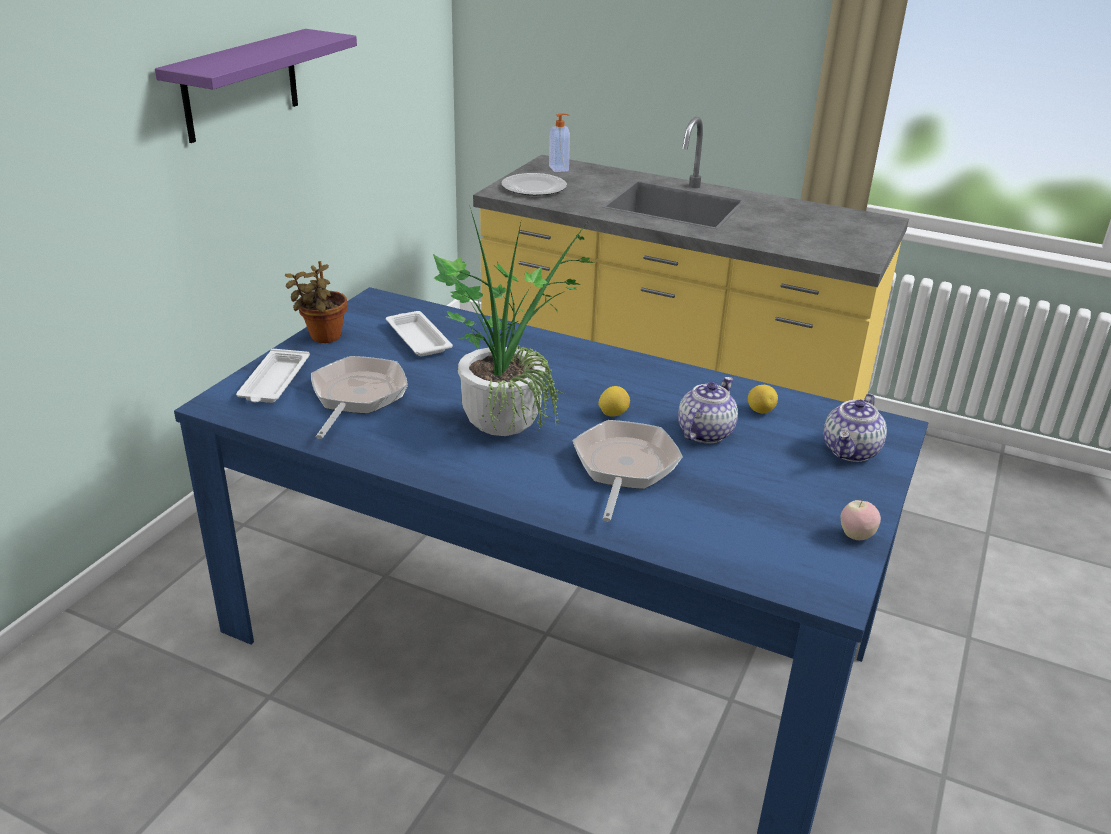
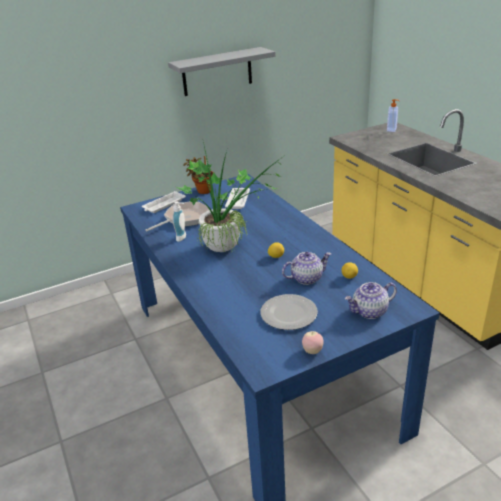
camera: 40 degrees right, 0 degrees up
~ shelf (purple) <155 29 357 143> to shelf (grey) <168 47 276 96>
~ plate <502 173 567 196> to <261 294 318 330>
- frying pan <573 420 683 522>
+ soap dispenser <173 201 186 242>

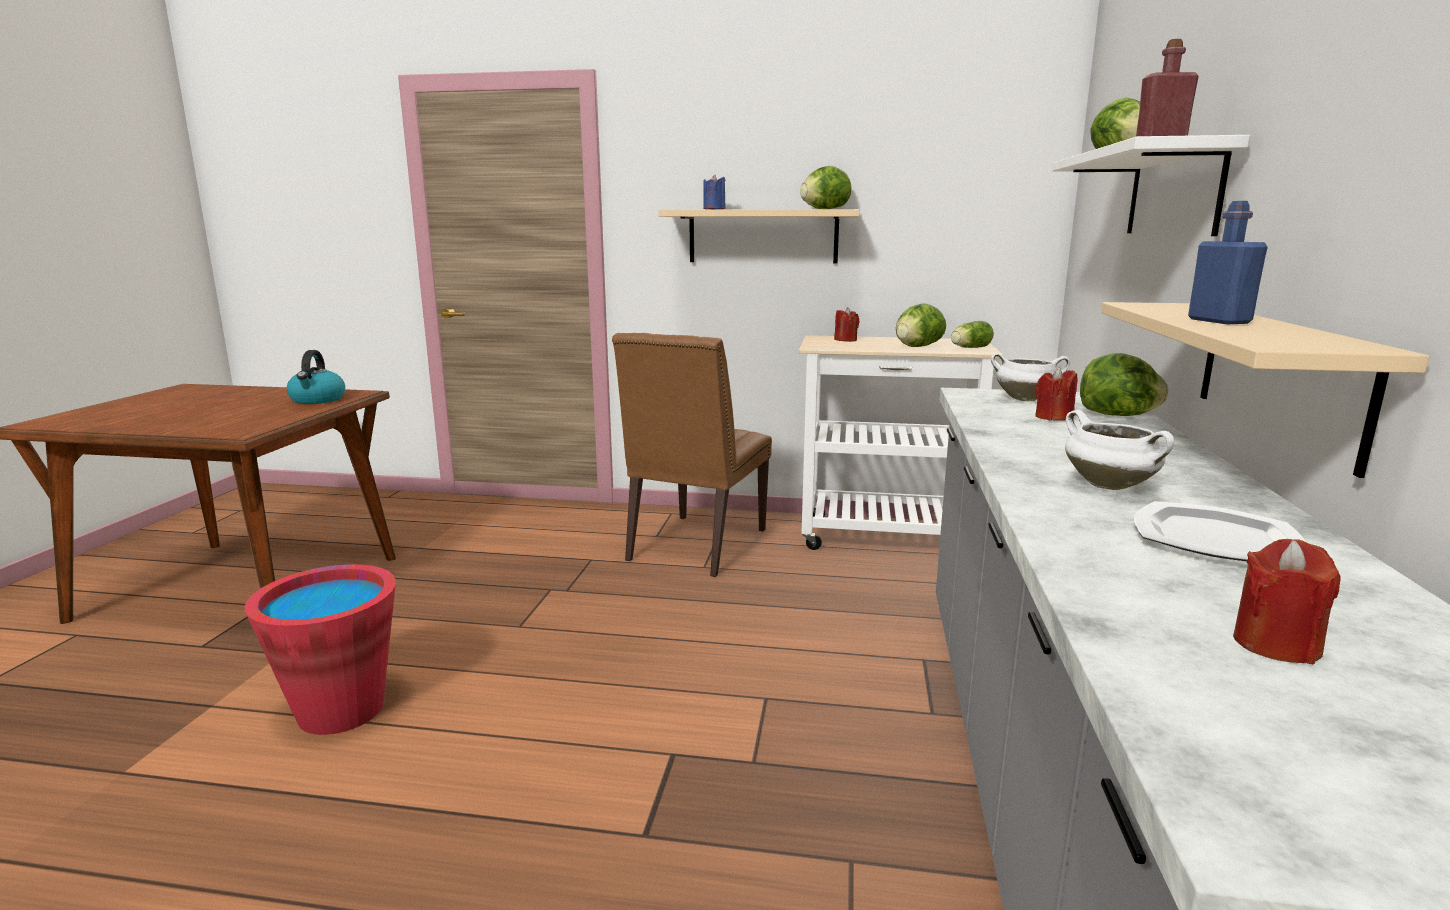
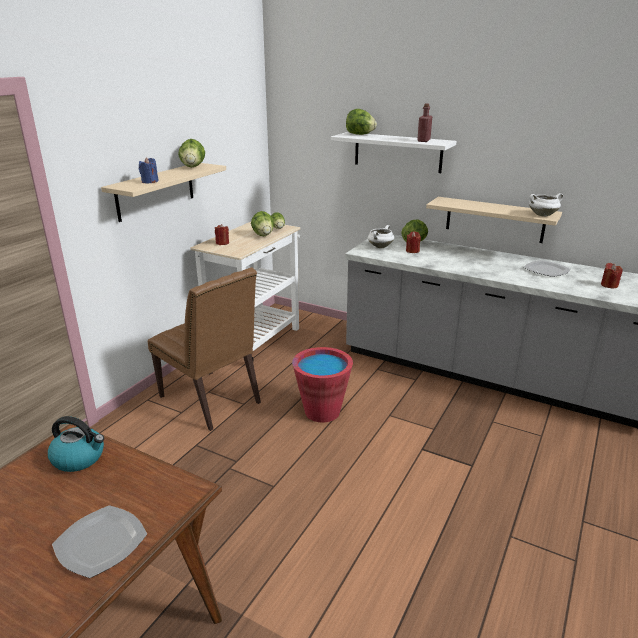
camera: 70 degrees left, 10 degrees up
- bottle (blue) <1188 201 1268 324>
~ cooking pot (white) <1065 410 1174 490> to <529 193 563 217>
~ bucket (red) <245 564 396 735> to <292 347 353 422>
+ plate <52 505 147 578>

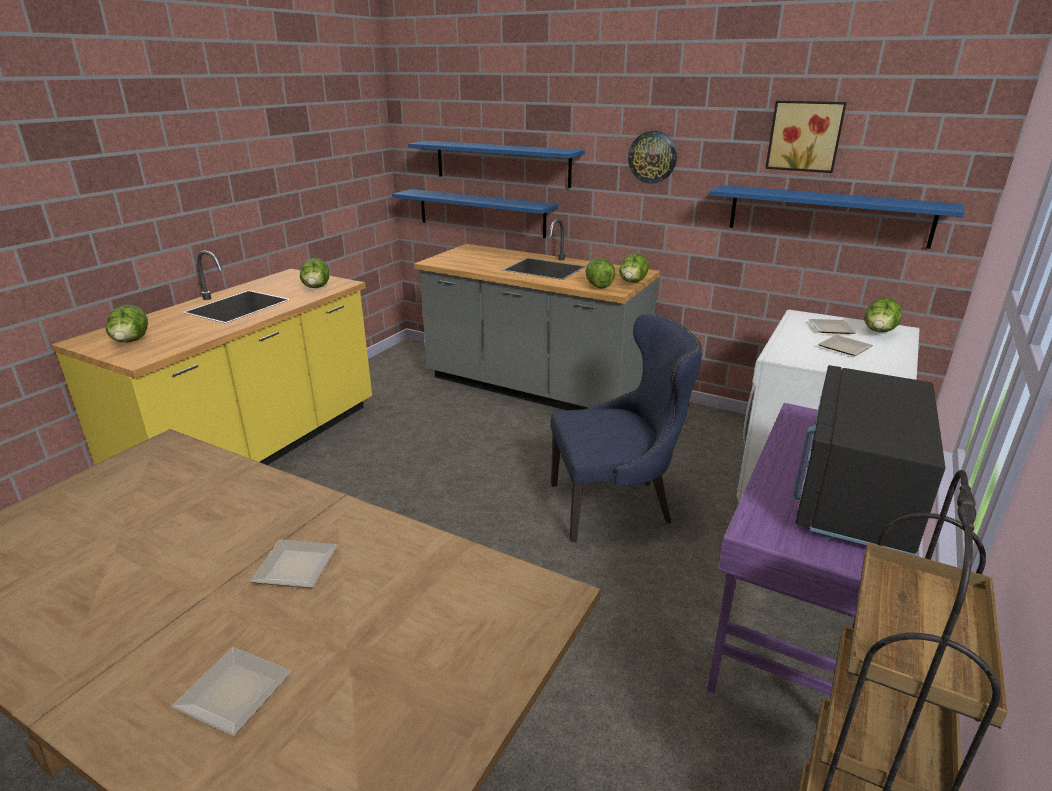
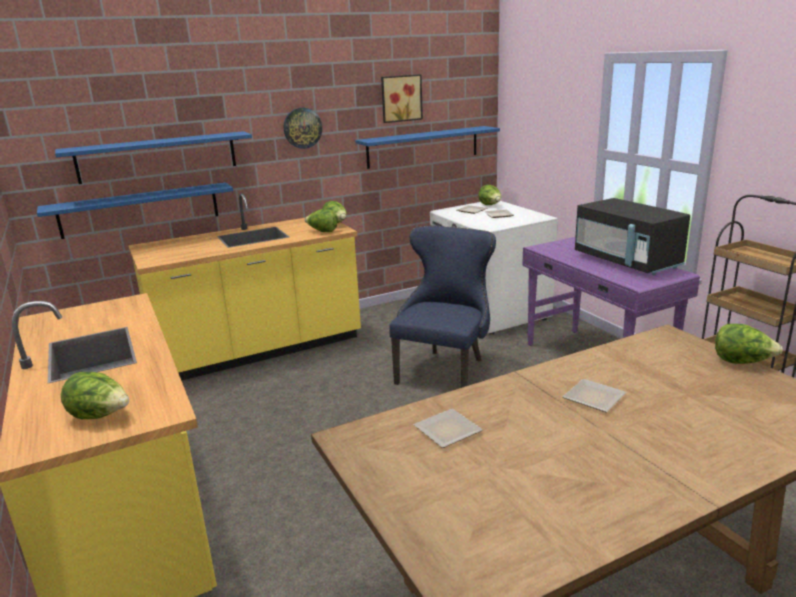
camera: 55 degrees left, 5 degrees down
~ counter (grey) <414 219 660 411> to counter (yellow) <128 193 361 381>
~ lettuce <300 258 329 288> to <715 324 783 364>
~ plate <171 647 292 736> to <413 409 483 448>

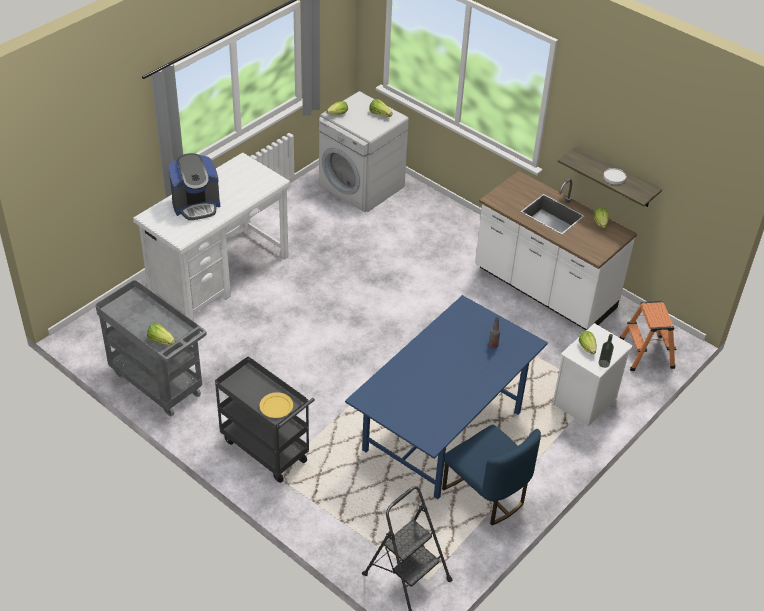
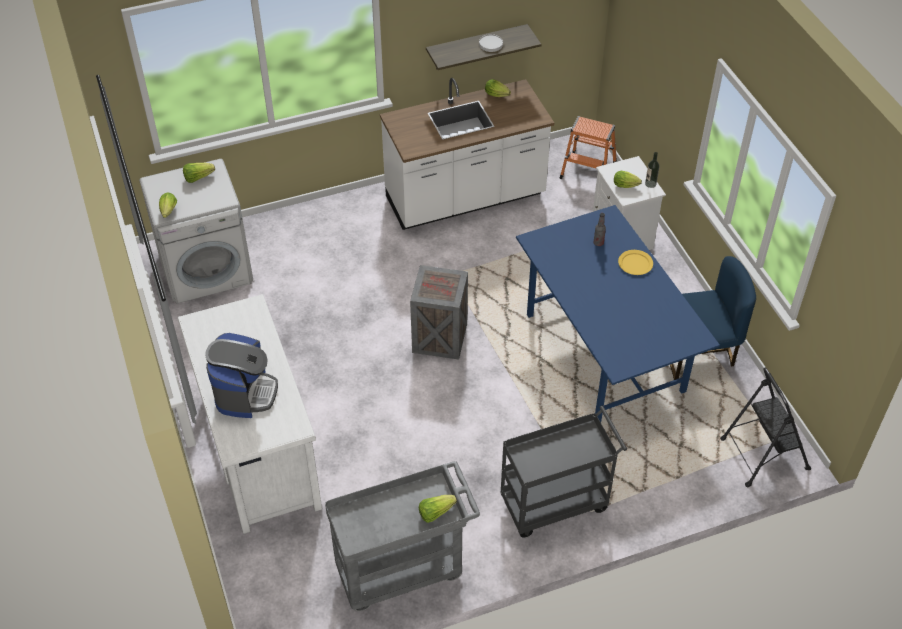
camera: 60 degrees left, 5 degrees up
~ plate (yellow) <259 392 293 418> to <618 250 653 275>
+ crate <410 265 468 360>

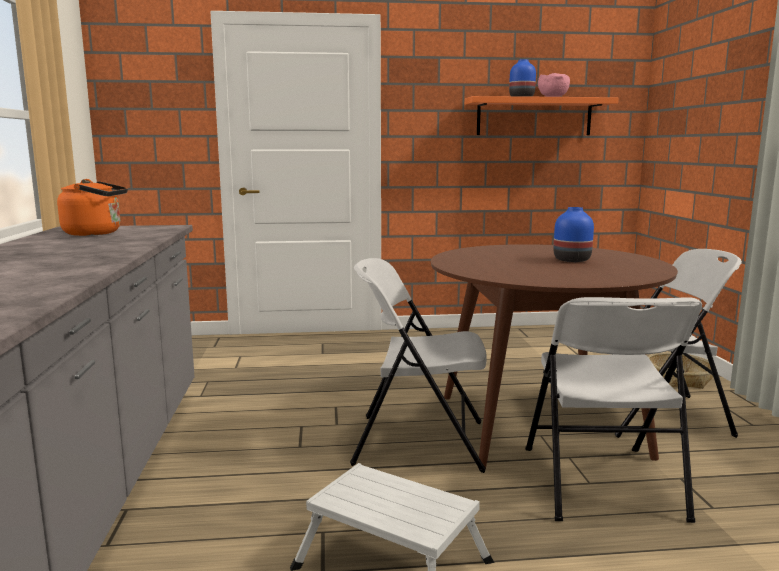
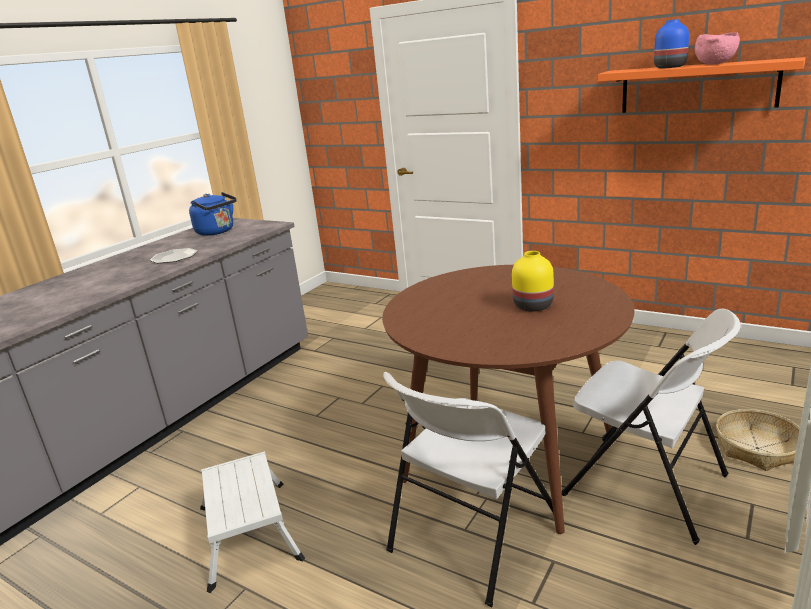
camera: 40 degrees right, 10 degrees up
~ kettle (orange) <57 179 128 236> to kettle (blue) <189 192 237 236>
~ vase (blue) <554 207 594 262> to vase (yellow) <512 251 554 312>
- chair (white) <350 258 486 473>
+ plate <150 248 198 263>

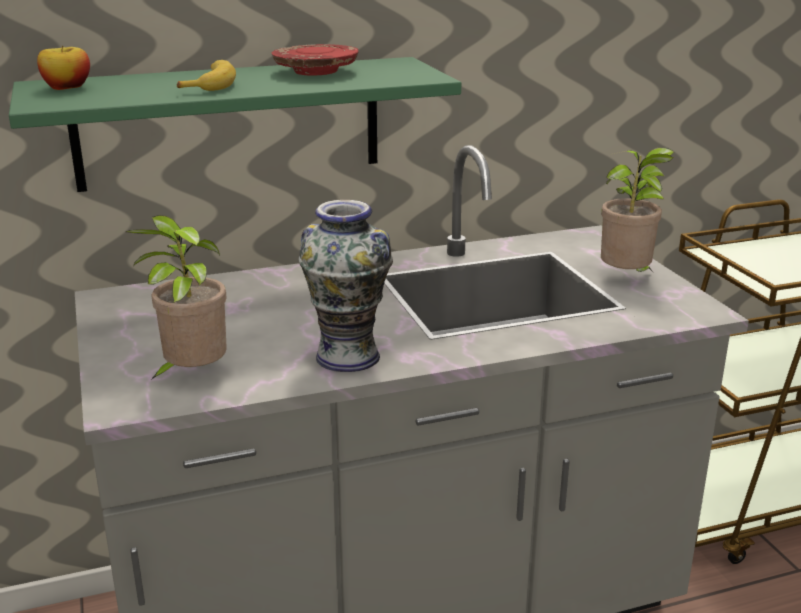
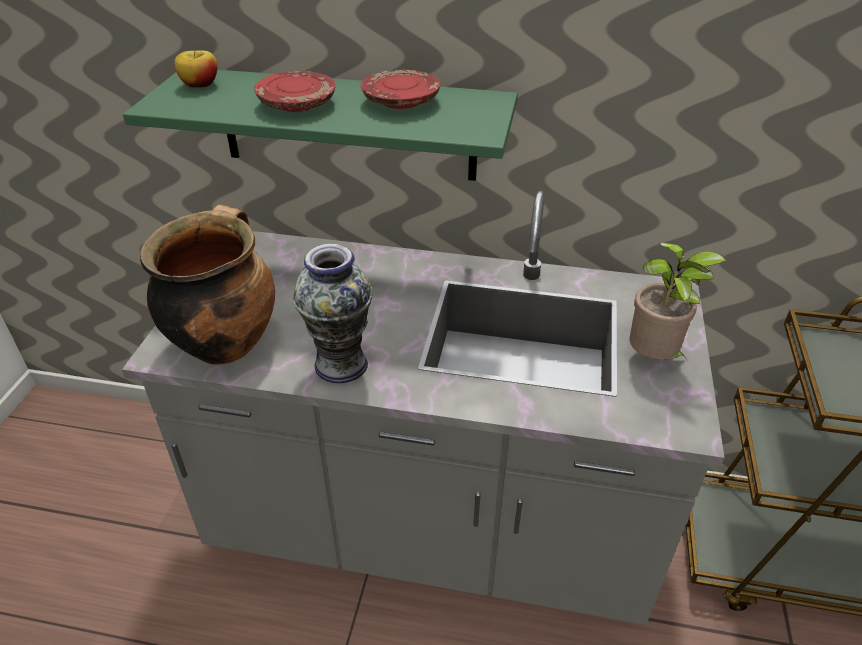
camera: 30 degrees right, 15 degrees up
~ banana <177 60 236 91> to plate (red) <254 71 336 112>
~ potted plant <126 215 227 381> to cooking pot <140 205 275 365>

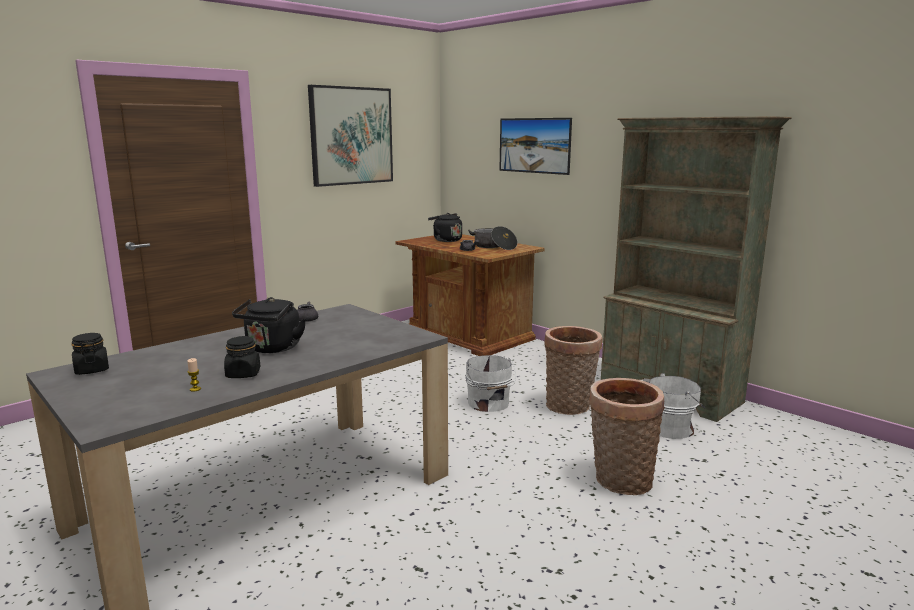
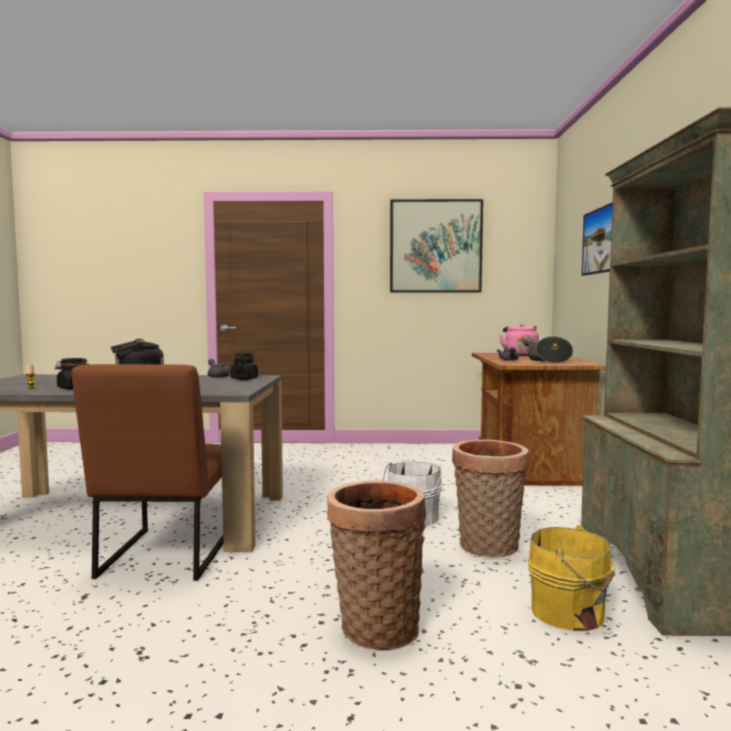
camera: 45 degrees right, 10 degrees down
~ kettle (black) <428 213 462 242> to kettle (pink) <499 324 539 356>
~ jar (black) <71 333 109 375> to <231 352 258 380>
~ bucket (white) <649 373 705 439> to bucket (yellow) <528 525 615 631>
+ chair (brown) <72 364 223 581>

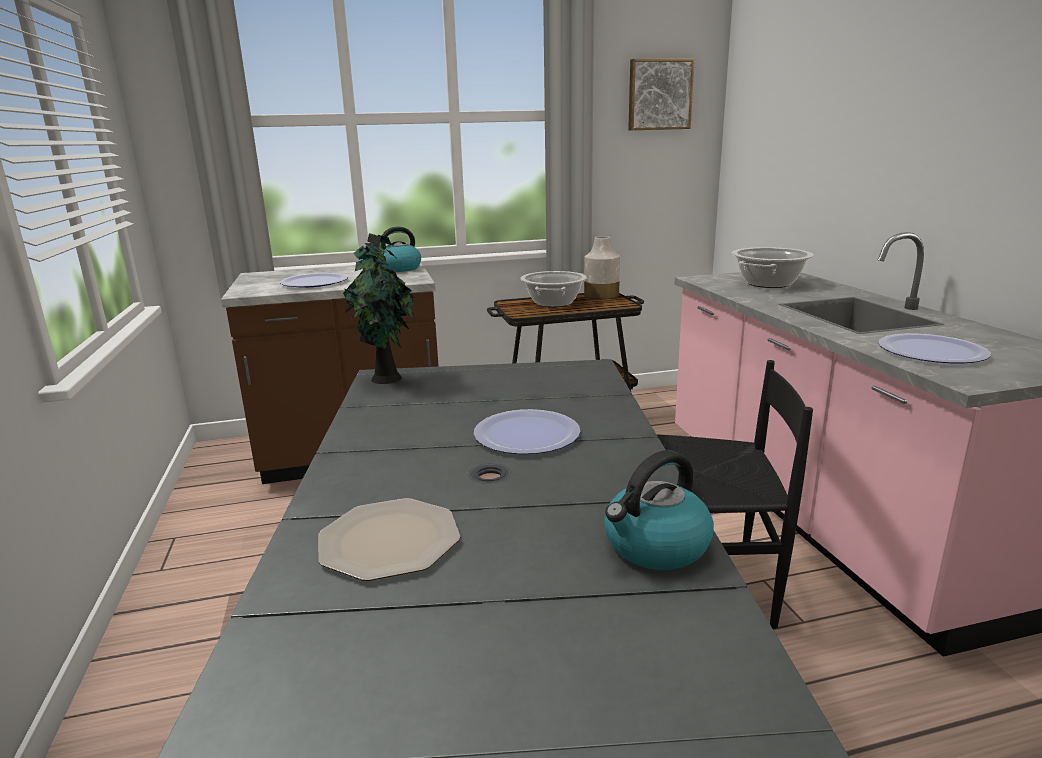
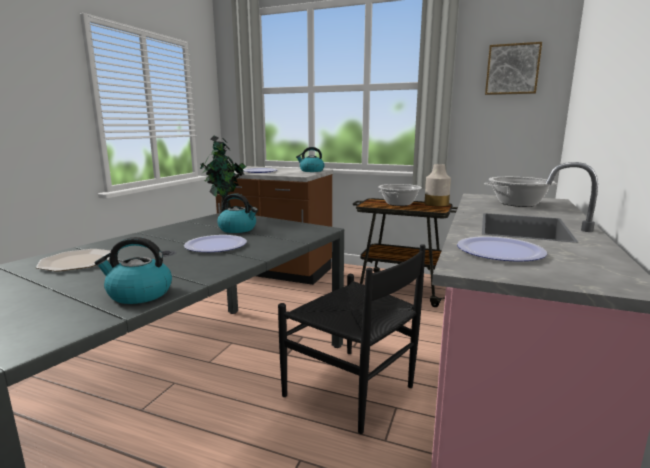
camera: 35 degrees right, 5 degrees down
+ kettle <217 193 258 233>

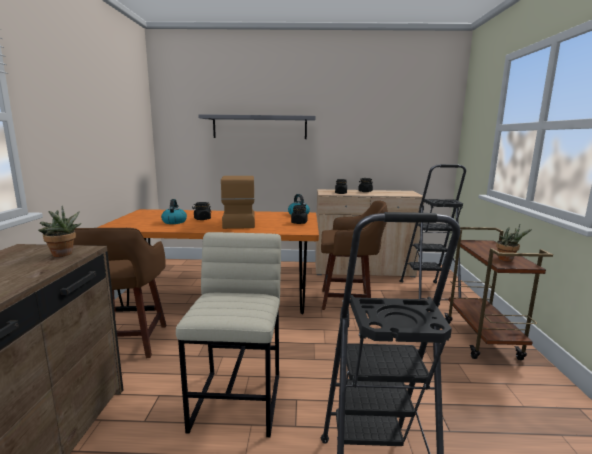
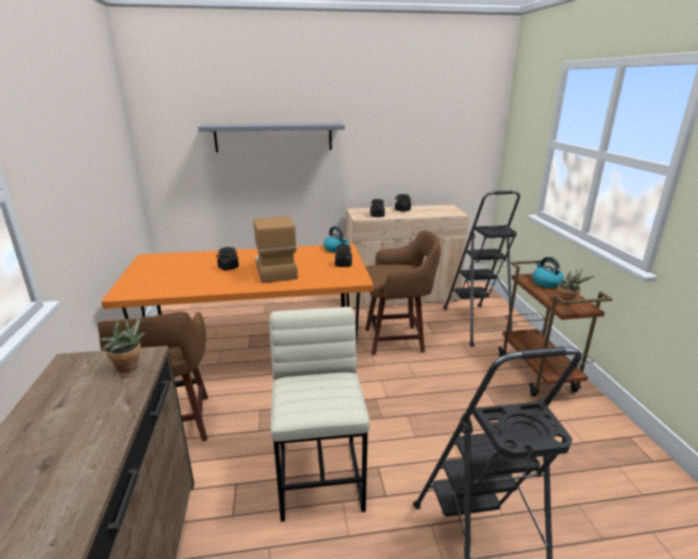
camera: 10 degrees left, 10 degrees up
~ kettle <161 199 187 224> to <532 257 564 288>

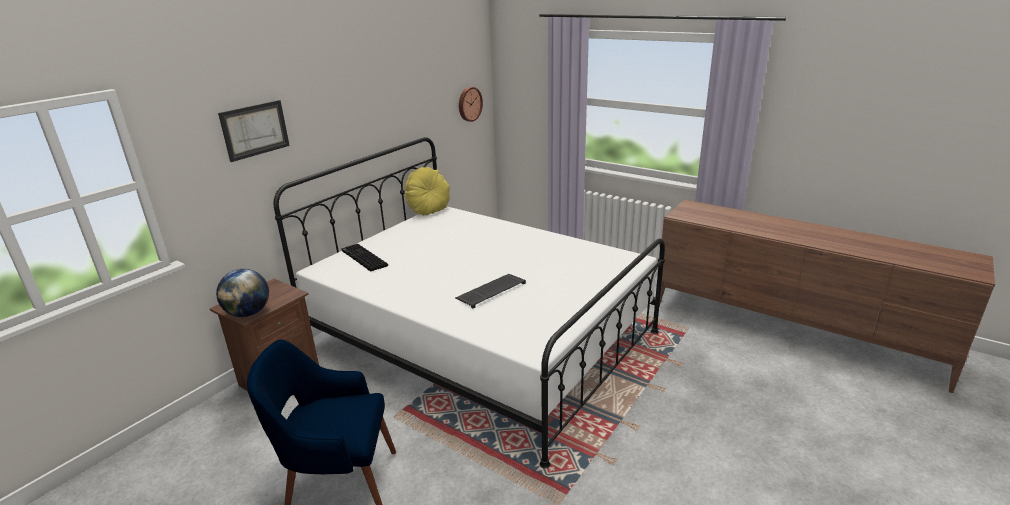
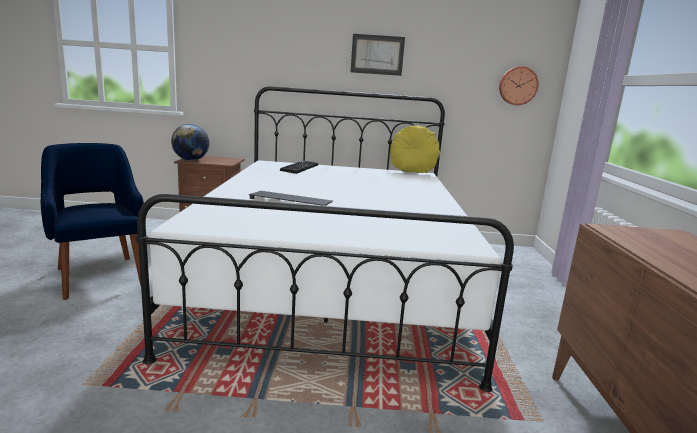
camera: 55 degrees right, 10 degrees down
~ picture <218 100 290 162> to <351 34 405 76>

